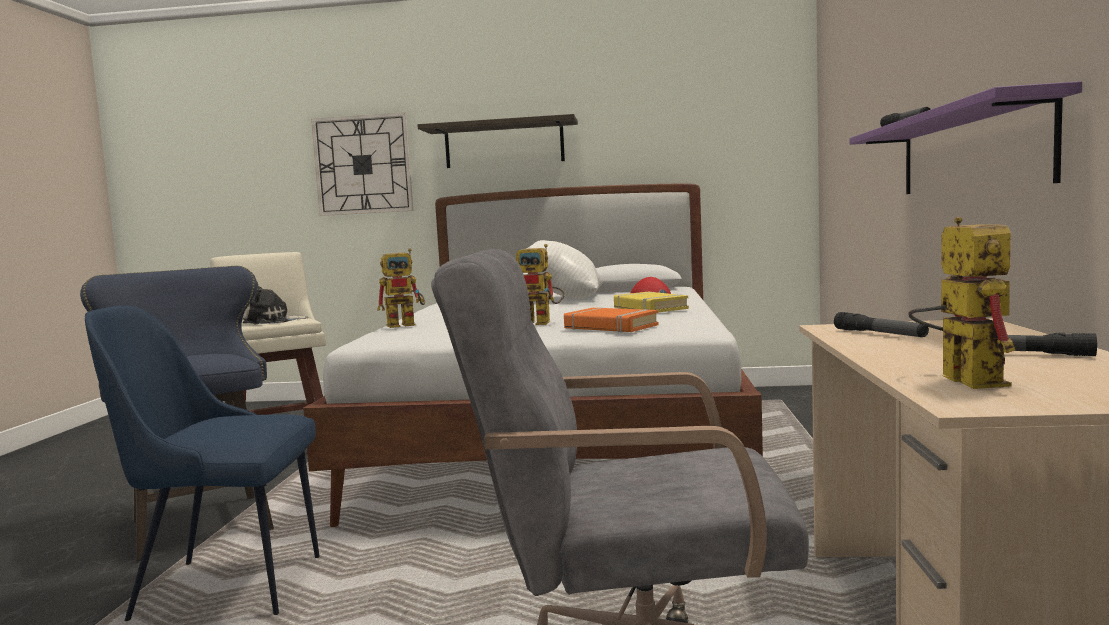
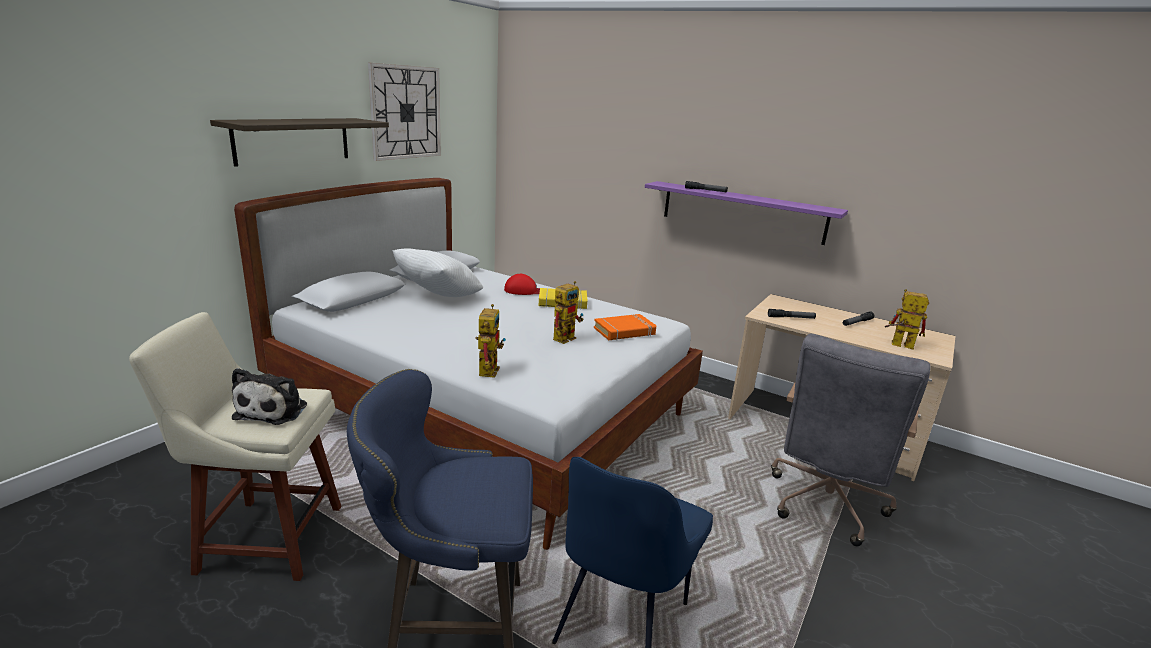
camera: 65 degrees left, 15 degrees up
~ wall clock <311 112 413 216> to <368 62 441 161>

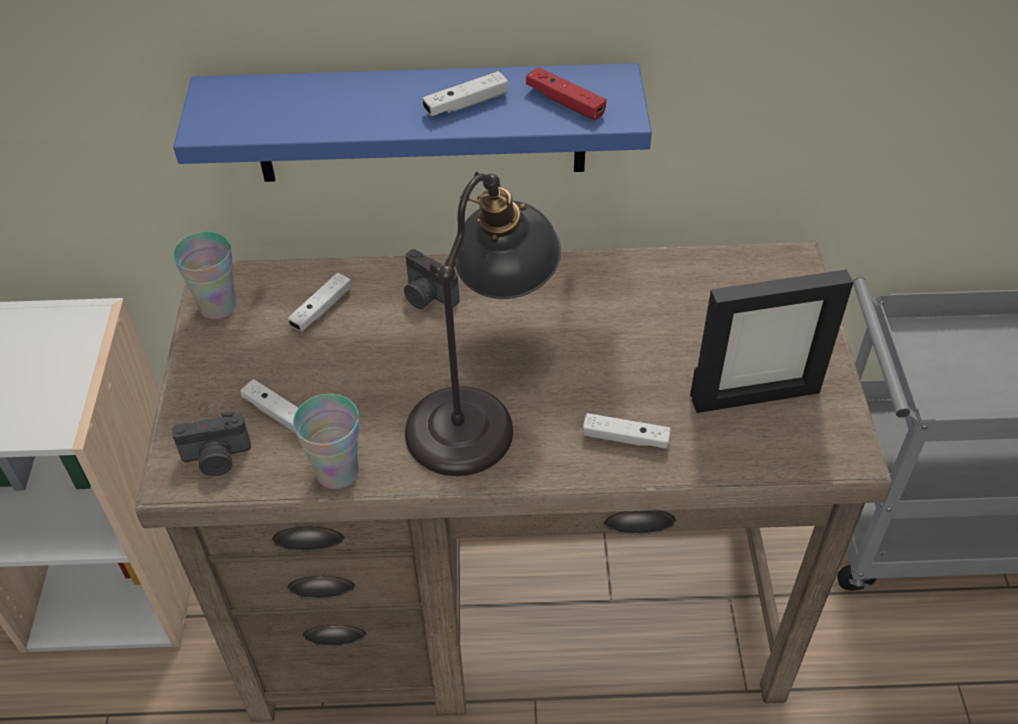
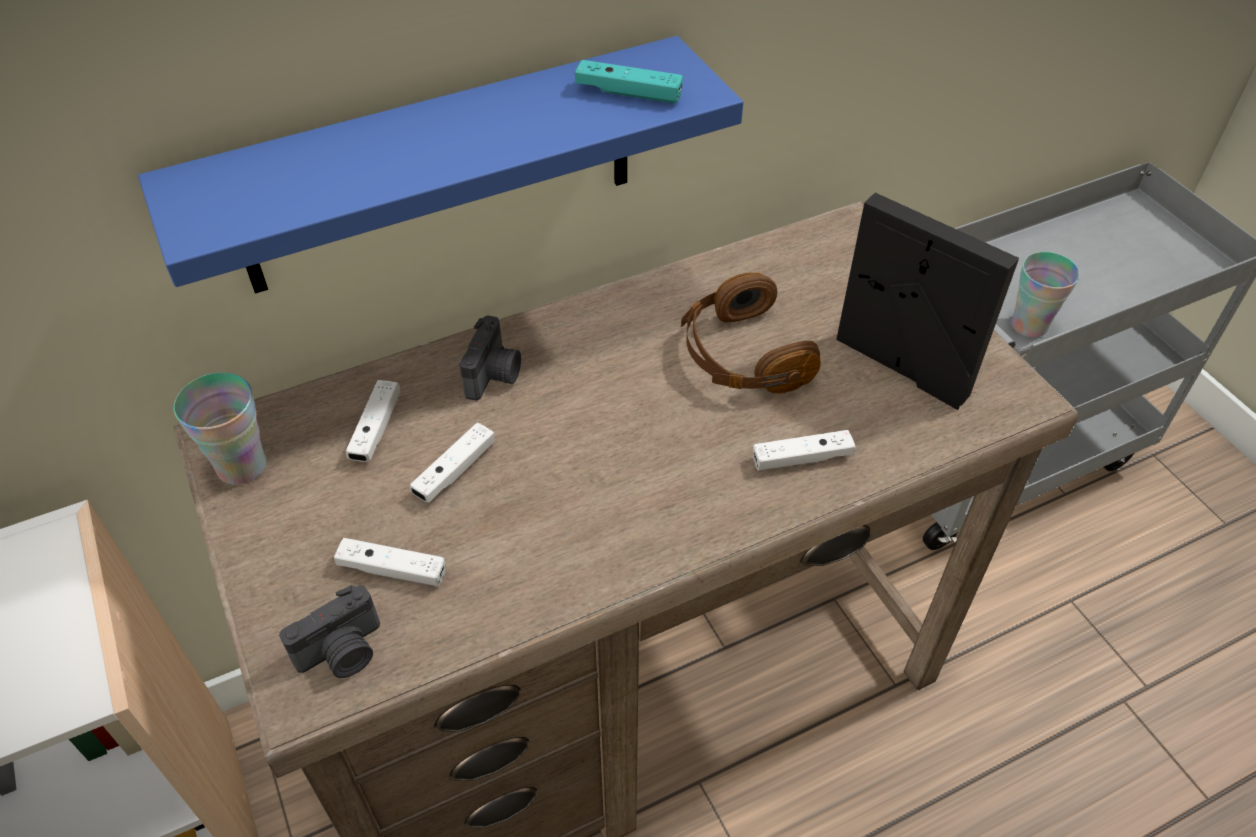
camera: 25 degrees left, 0 degrees up
~ game controller (red) <526 67 606 120> to game controller (turquoise) <575 60 683 104>
~ game controller (white) <423 71 508 116> to <410 423 495 503>
- table lamp (grey) <405 171 561 476>
~ photo camera <404 249 459 309> = <459 316 521 401> 90 degrees counterclockwise
~ picture frame <690 270 854 413> = <836 193 1019 410> 105 degrees counterclockwise
~ cup <293 394 359 489> to <1011 252 1080 338>
+ headphones (brown) <681 272 821 394>

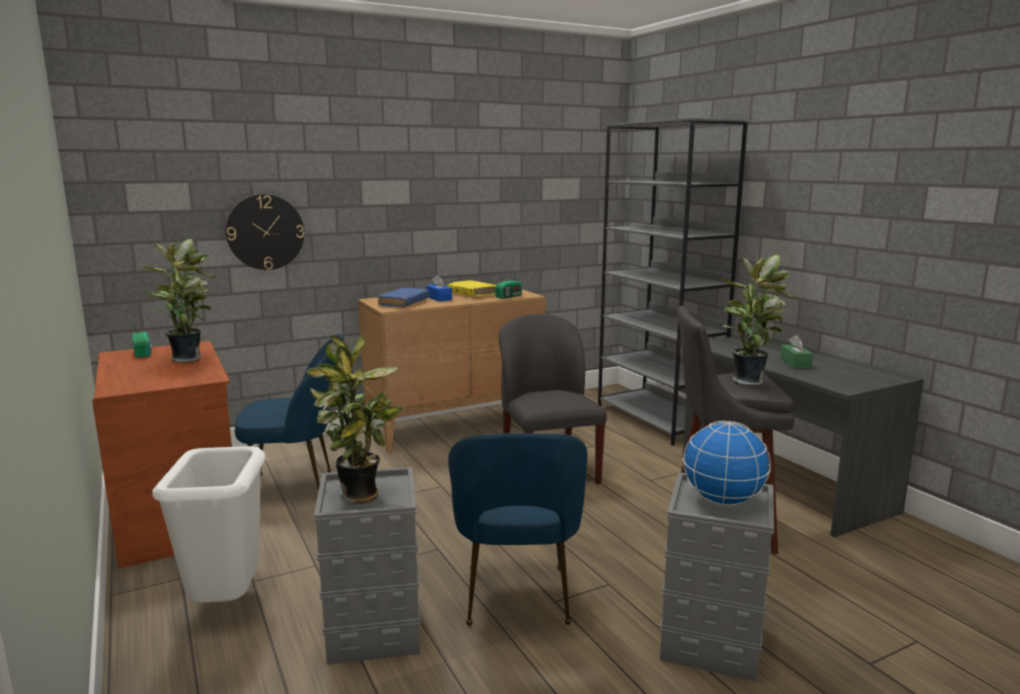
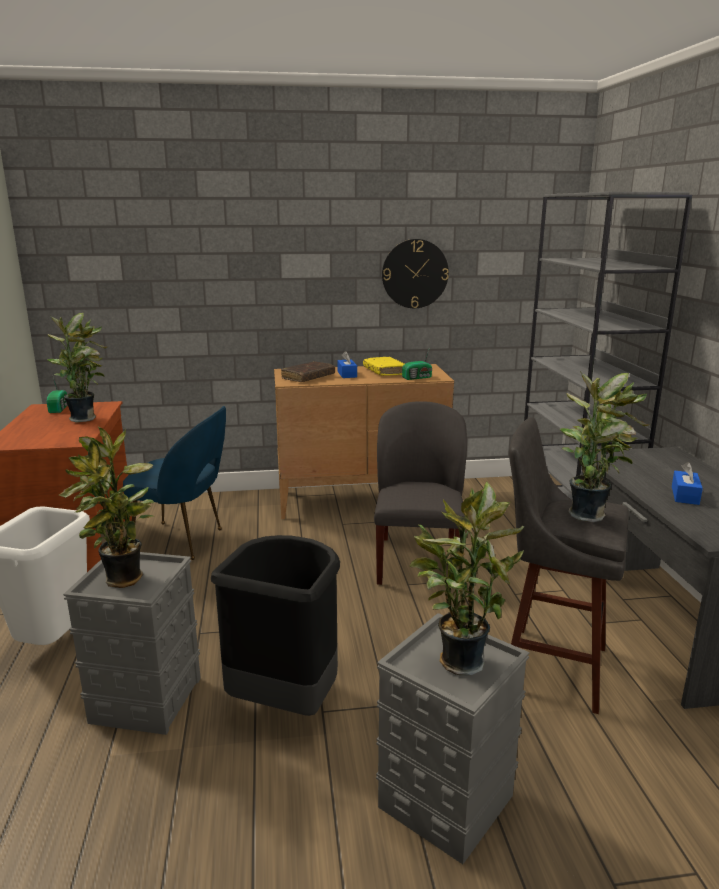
camera: 20 degrees right, 5 degrees up
~ wall clock <226 194 304 270> to <382 239 449 308>
~ book (blue) <378 288 429 307> to book (brown) <281 361 335 382>
~ tissue box (green) <780 335 813 368> to tissue box (blue) <672 462 703 505>
~ globe <683 421 771 506> to potted plant <409 482 525 675>
~ chair (blue) <448 433 587 625> to trash can (black) <211 535 340 716>

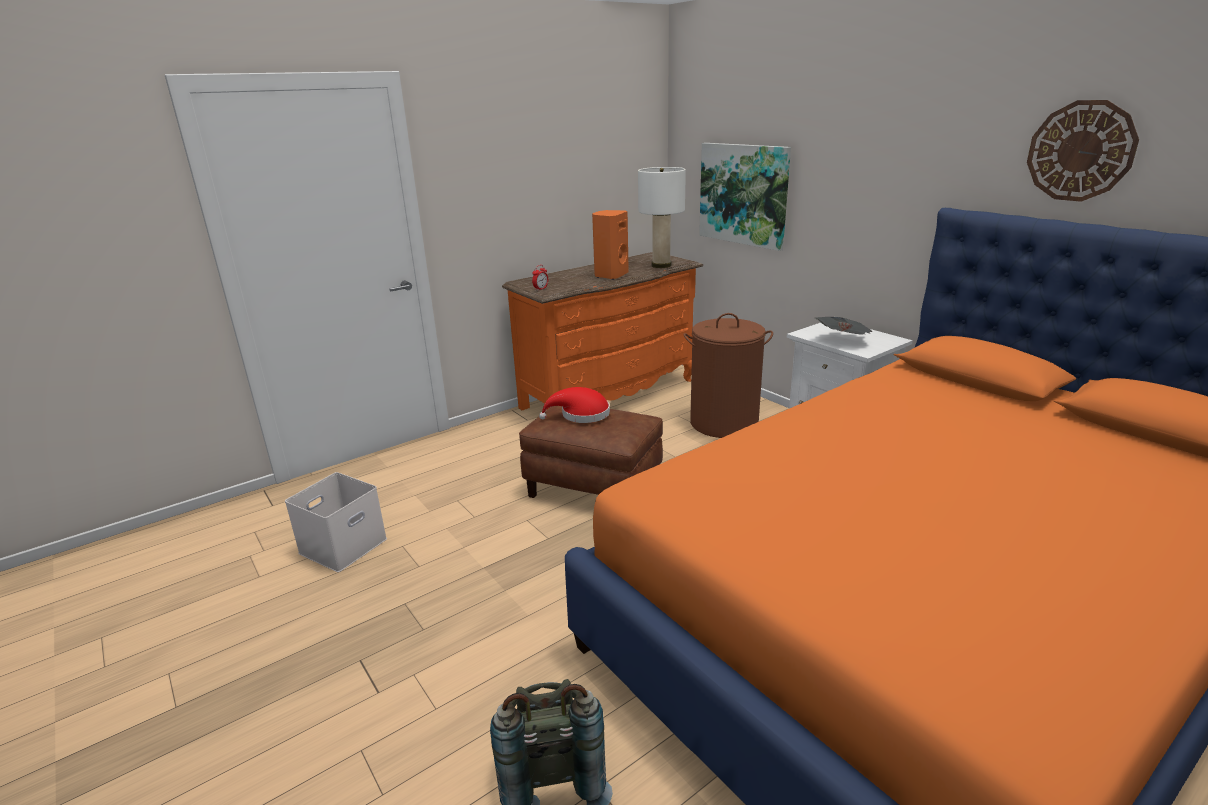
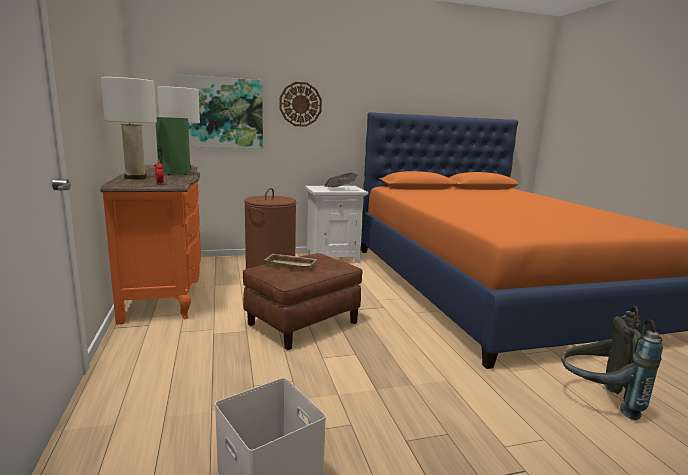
camera: 70 degrees left, 10 degrees down
~ wall clock <1027 100 1139 202> to <280 82 322 127>
~ speaker (orange) <592 210 629 280> to speaker (green) <156 117 191 175>
~ hat (red) <539 387 610 423> to tray (beige) <264 254 317 271>
+ table lamp (white) <101 77 157 179>

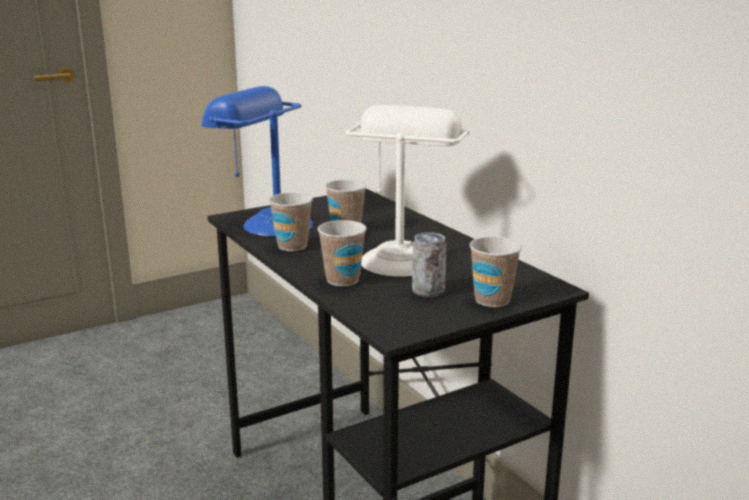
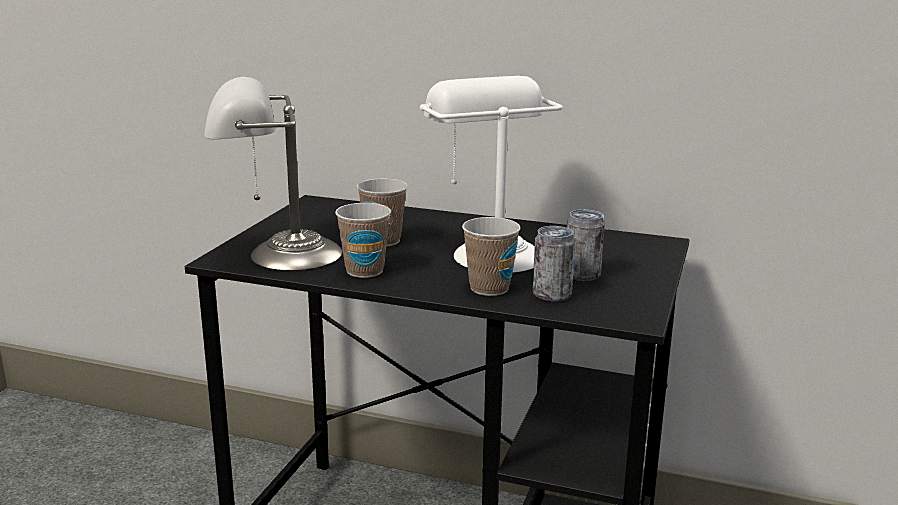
camera: 40 degrees left, 0 degrees up
~ table lamp (blue) <201 86 313 236> to table lamp (white) <204 77 342 270>
- cup <469 237 522 307>
+ can <533 226 575 302>

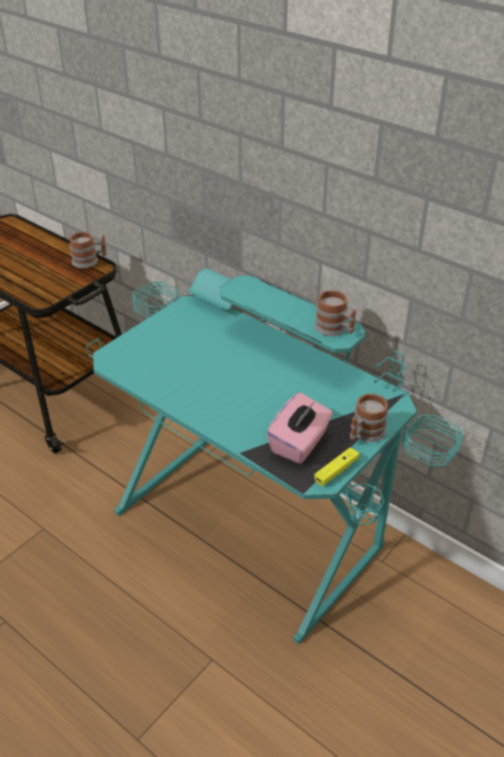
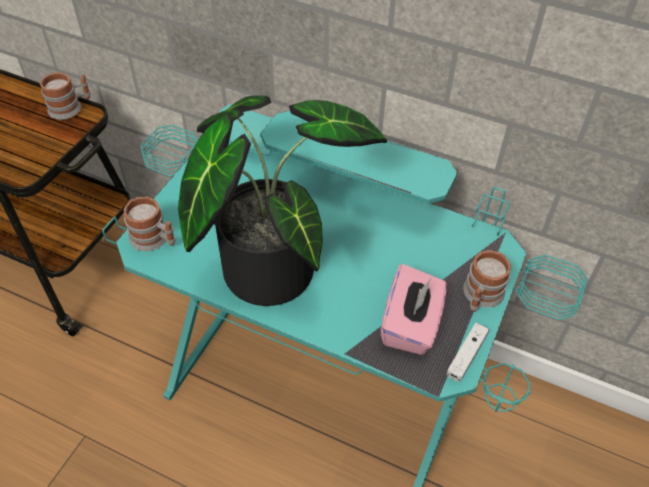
camera: 15 degrees left, 10 degrees up
~ mug <314 290 356 336> to <124 196 176 251>
~ game controller (yellow) <314 447 359 486> to game controller (white) <447 323 489 382>
+ potted plant <178 96 387 306>

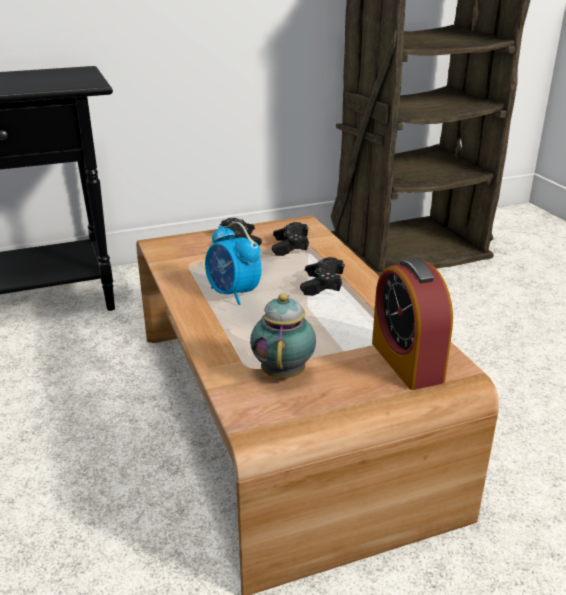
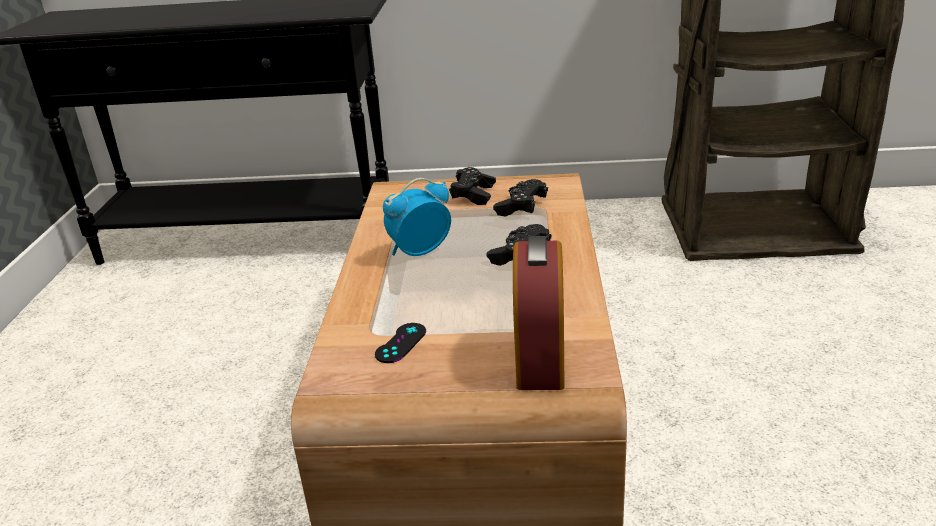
camera: 25 degrees right, 0 degrees up
~ alarm clock <205 222 262 305> = <383 178 451 256> 75 degrees clockwise
~ teapot <250 294 316 379> to game controller (black) <375 323 426 363>

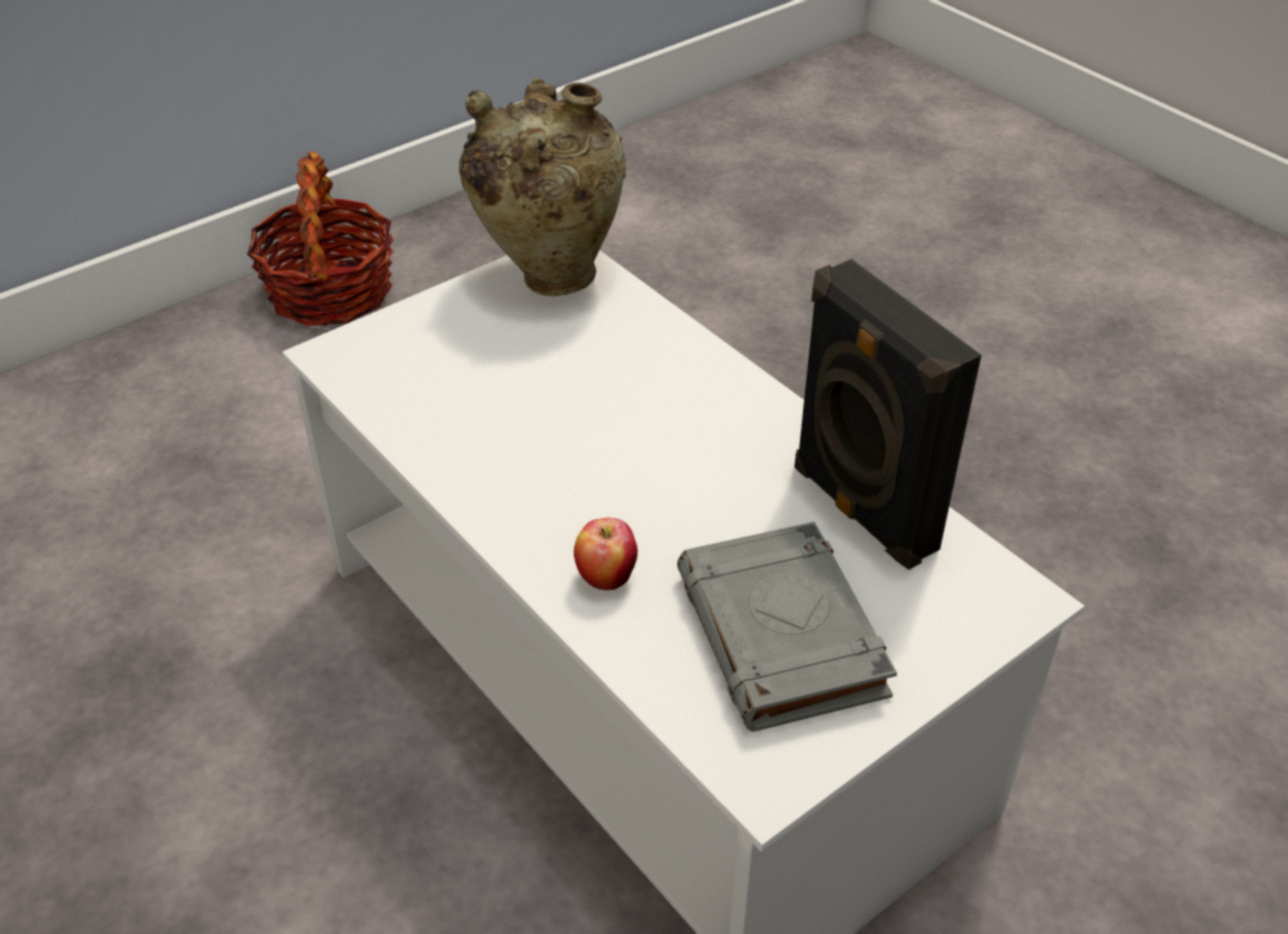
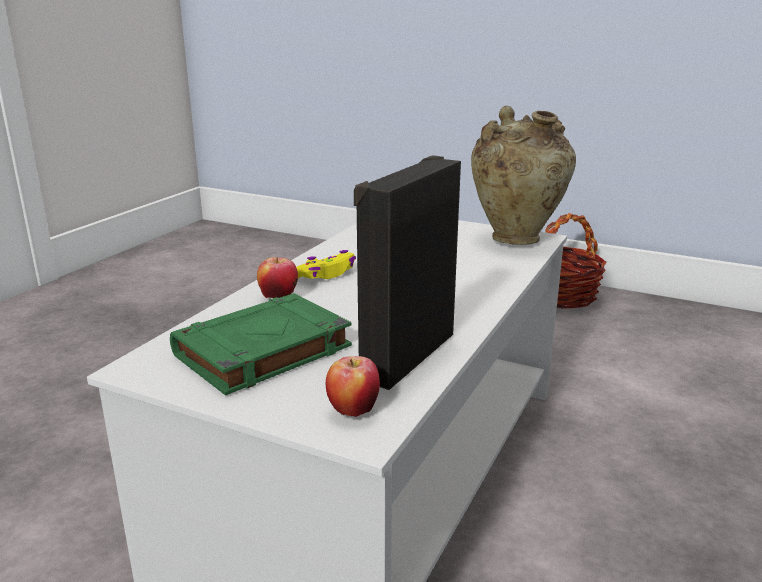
camera: 65 degrees right, 20 degrees down
~ book (grey) <677 522 897 732> to book (green) <170 293 352 396>
+ game controller (yellow) <296 250 356 279>
+ apple <326 356 380 417>

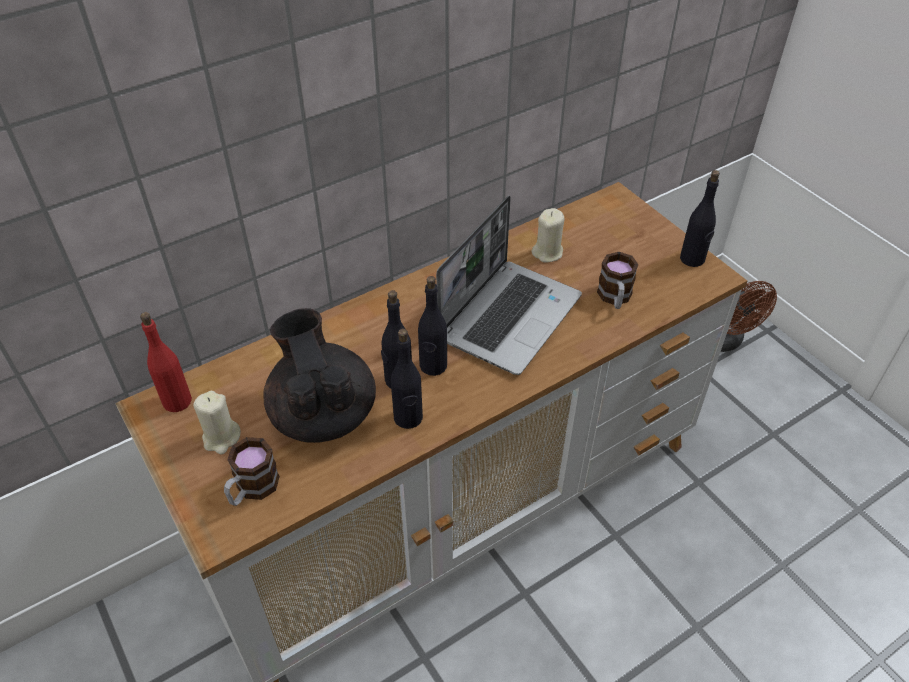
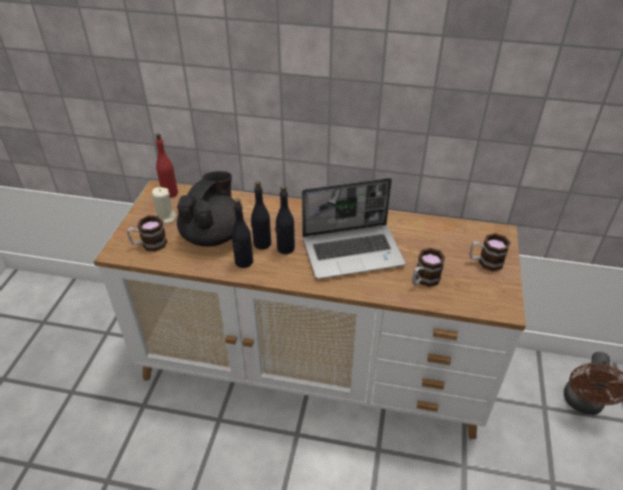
camera: 45 degrees right, 5 degrees down
- bottle (black) <680 170 720 267>
- candle (beige) <531 208 564 263>
+ mug <469 233 511 271>

